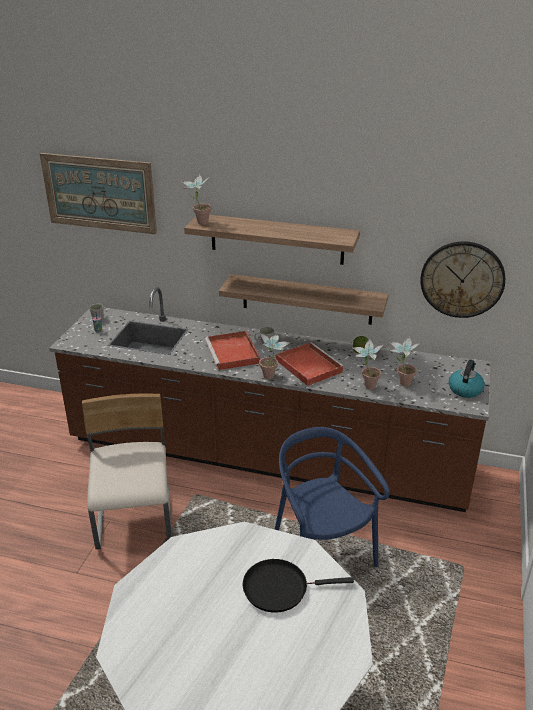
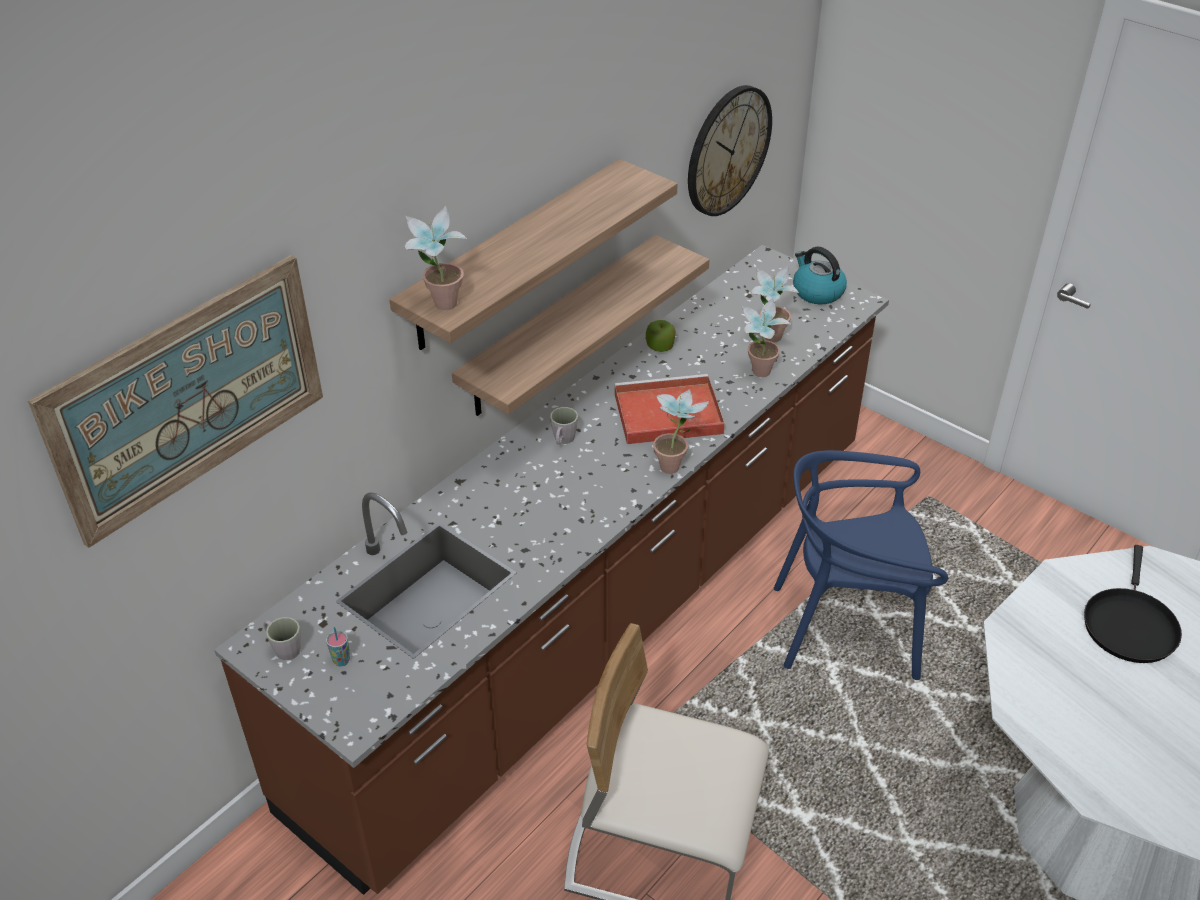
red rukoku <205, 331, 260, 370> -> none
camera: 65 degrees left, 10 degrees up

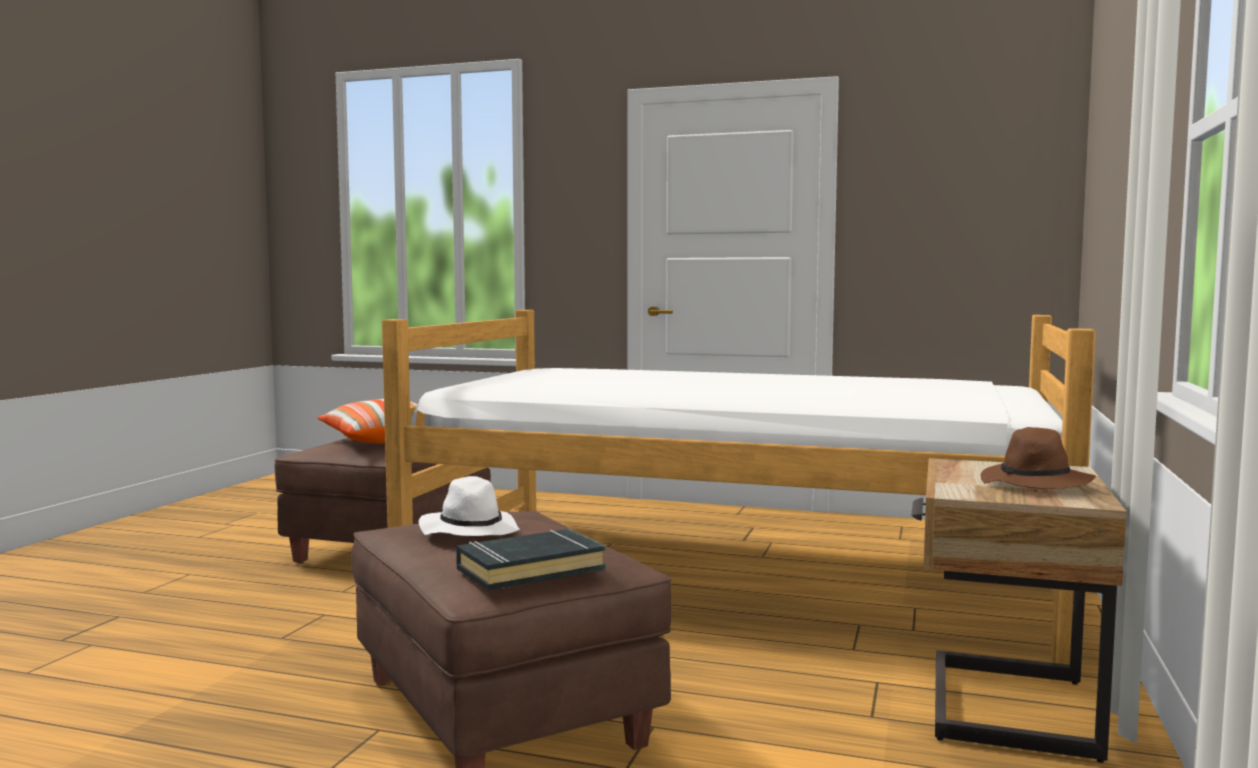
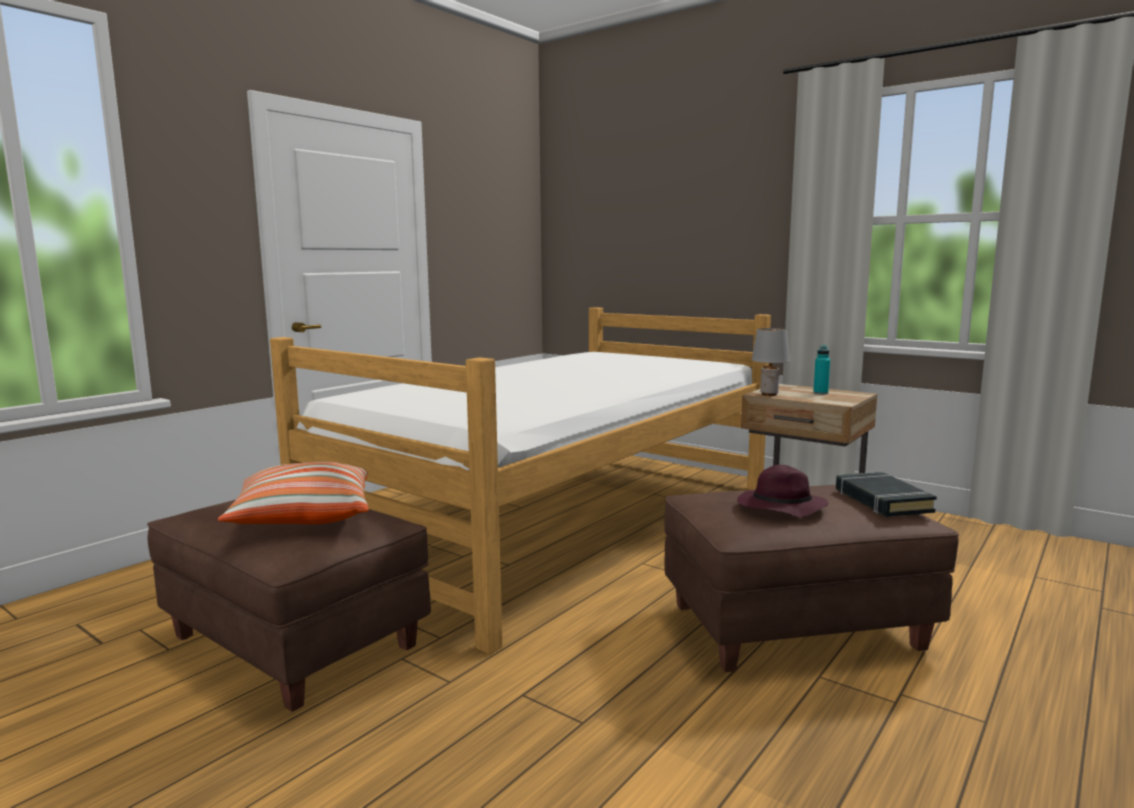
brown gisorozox <980, 427, 1096, 489> -> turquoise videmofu <813, 345, 830, 394>
white gisorozox <419, 476, 520, 536> -> purple gisorozox <737, 465, 828, 517>
none -> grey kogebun <752, 328, 790, 396>
camera: 70 degrees left, 5 degrees up

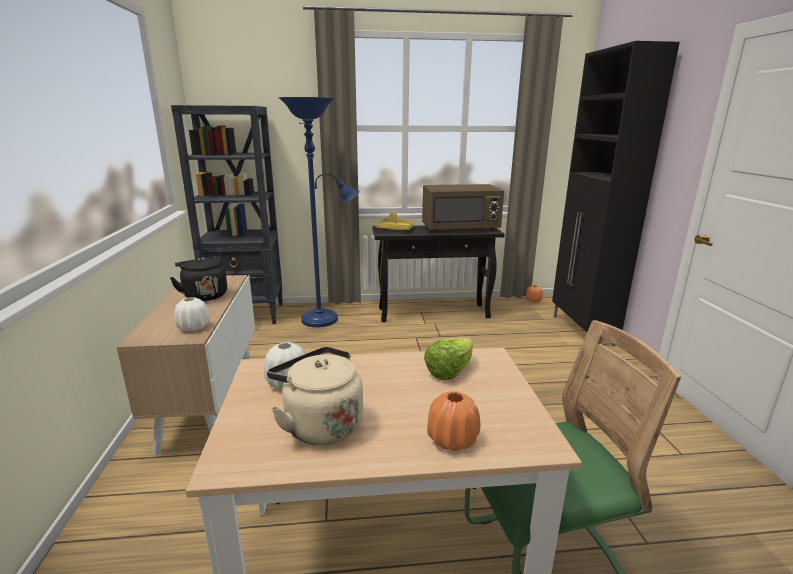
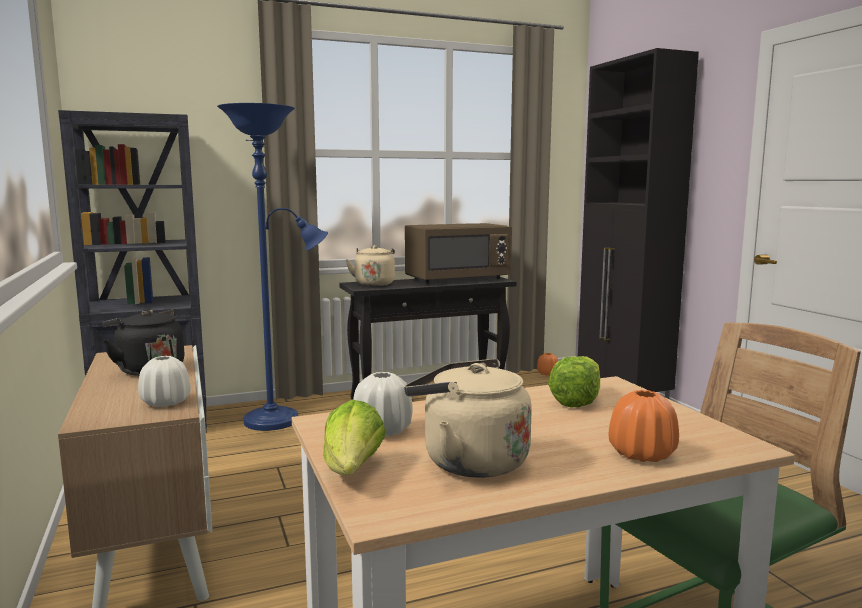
yellow rukoku <377, 213, 414, 230> -> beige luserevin <345, 245, 395, 286>
none -> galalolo <323, 400, 386, 475>
camera: 15 degrees left, 10 degrees down

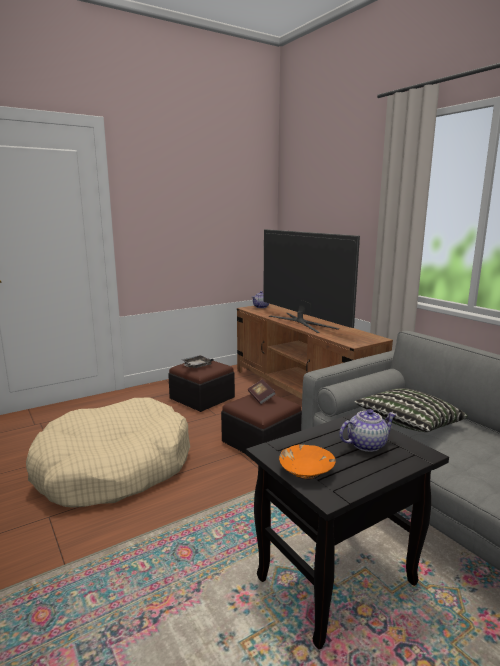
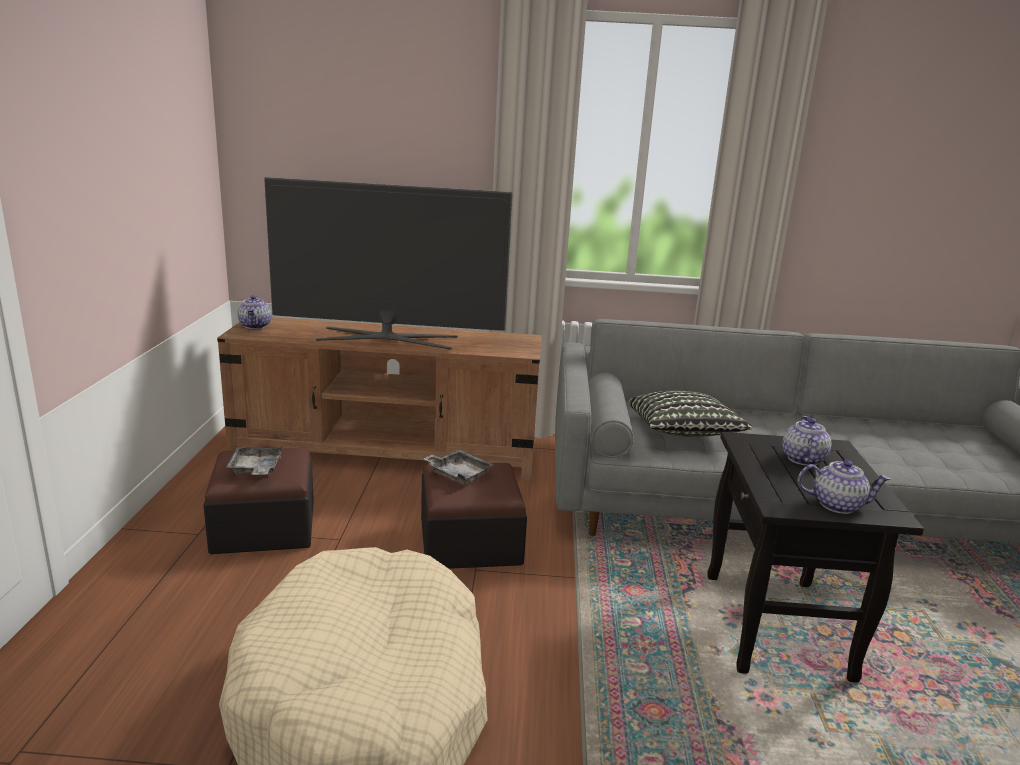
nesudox <248, 379, 276, 404> -> grey rukoku <423, 449, 493, 485>
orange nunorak <279, 444, 336, 479> -> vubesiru <798, 460, 891, 514>
camera: 55 degrees left, 5 degrees up

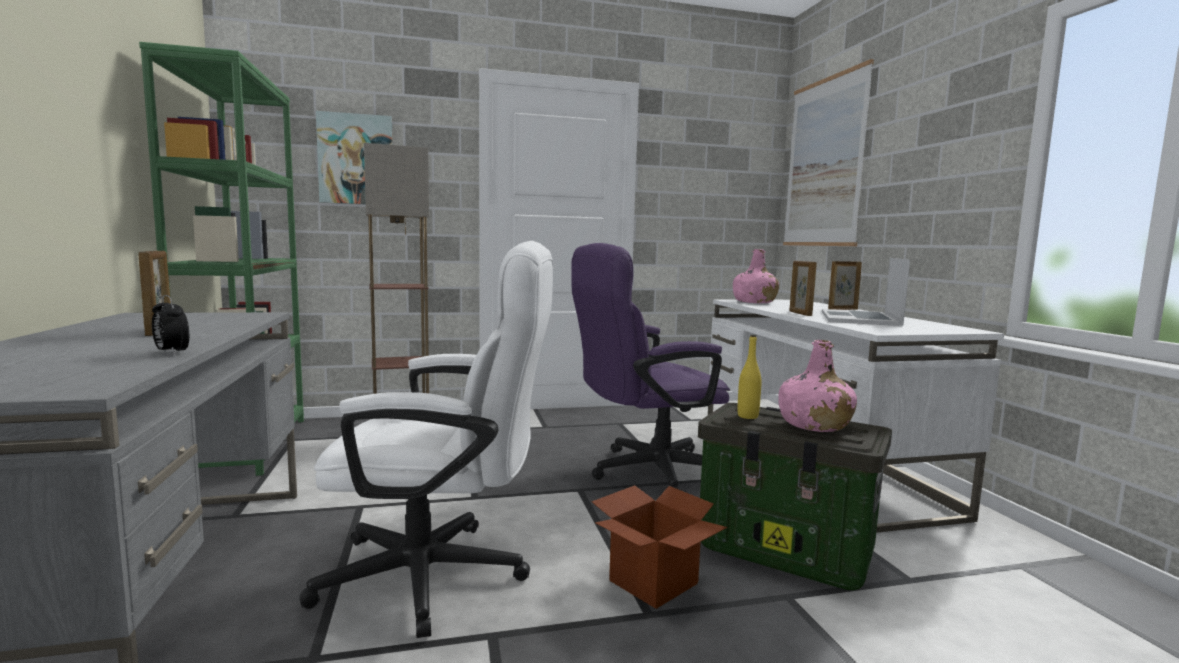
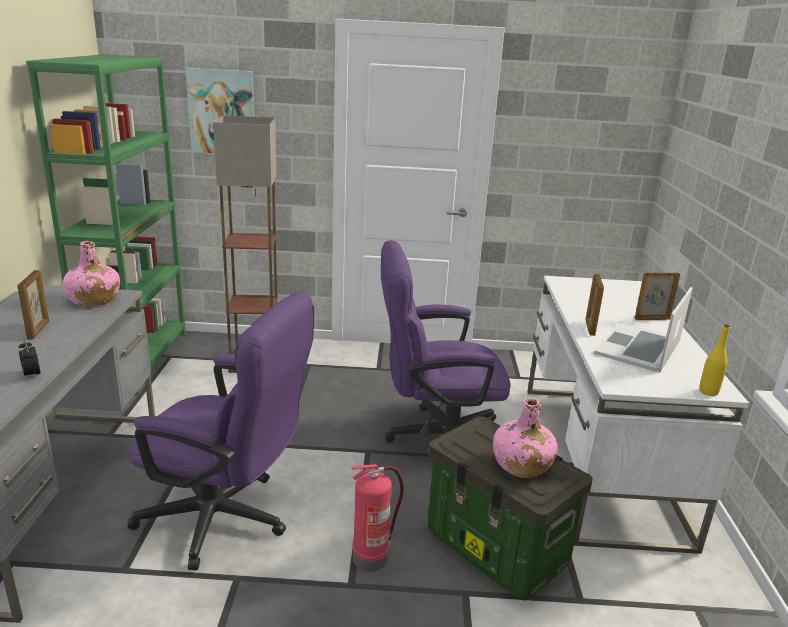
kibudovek <783, 59, 874, 246> -> none
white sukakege <299, 241, 553, 638> -> purple sukakege <128, 292, 314, 570>
pink videmofu <733, 249, 779, 303> -> pink videmofu <63, 241, 120, 307>, relocated
yellow videmofu <738, 335, 761, 419> -> yellow videmofu <699, 324, 730, 396>, relocated
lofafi <592, 485, 727, 609> -> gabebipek <351, 464, 403, 572>
camera: 15 degrees right, 15 degrees up

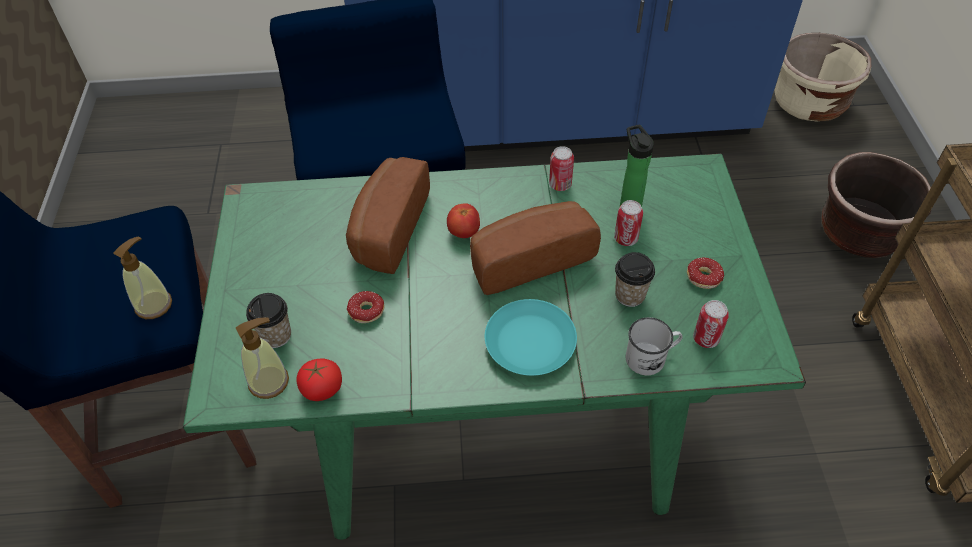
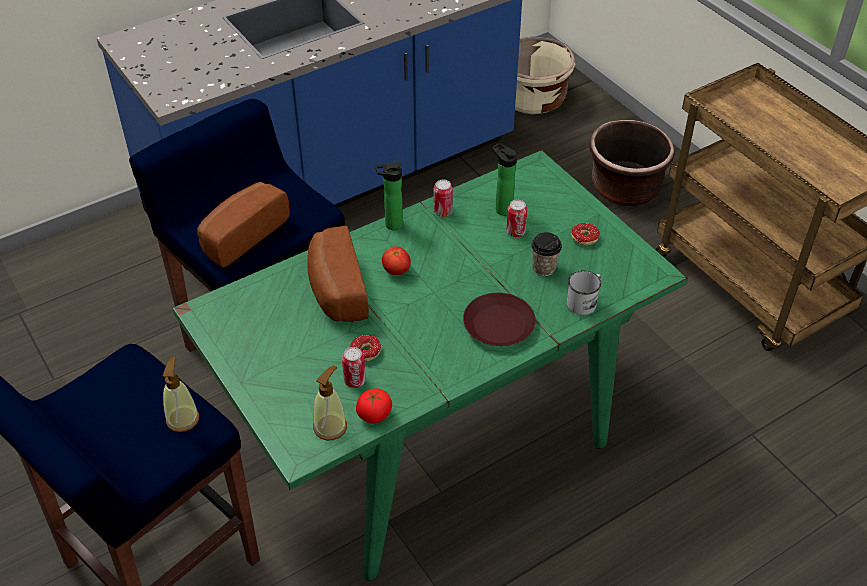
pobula <470, 201, 601, 295> -> pobula <197, 182, 290, 268>, relocated
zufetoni <246, 293, 291, 348> -> none
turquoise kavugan <485, 299, 577, 376> -> brown kavugan <463, 293, 536, 346>
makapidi <693, 300, 729, 348> -> makapidi <342, 347, 366, 388>, relocated
none -> videmofu <375, 162, 403, 230>
camera: 30 degrees left, 5 degrees down

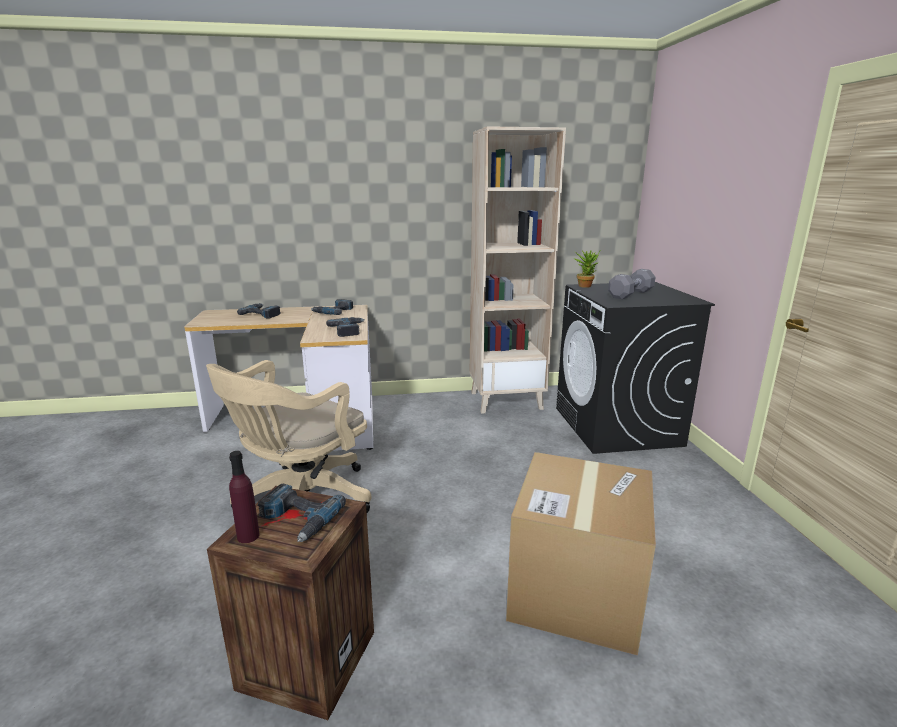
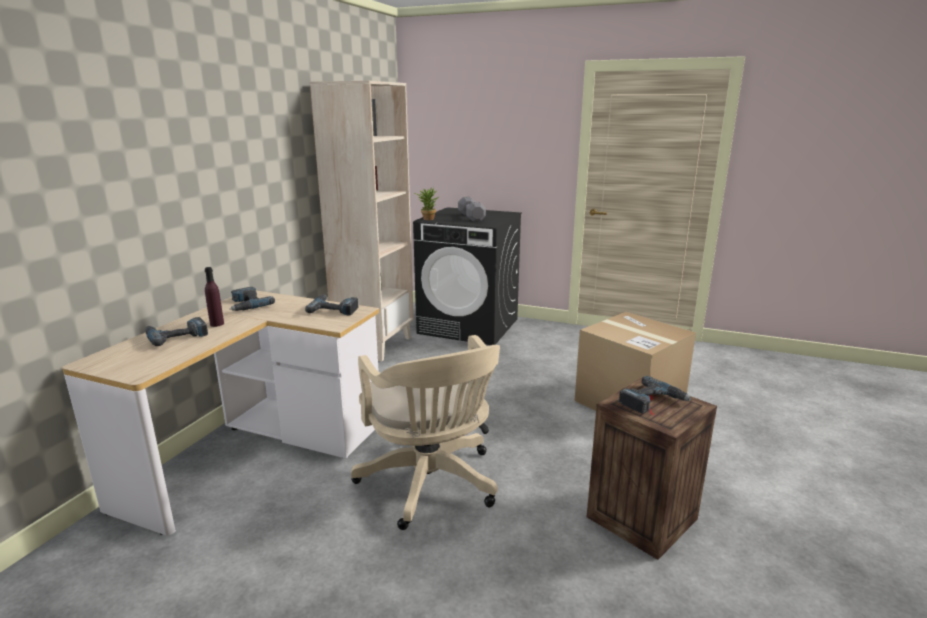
purple videmofu <229, 451, 259, 543> -> purple videmofu <205, 267, 224, 327>, relocated
camera: 60 degrees left, 0 degrees up

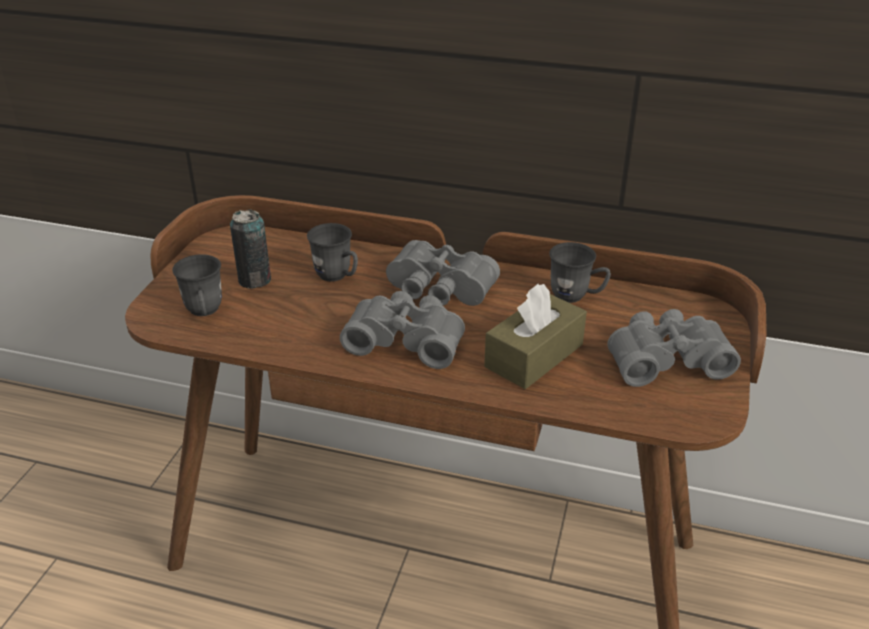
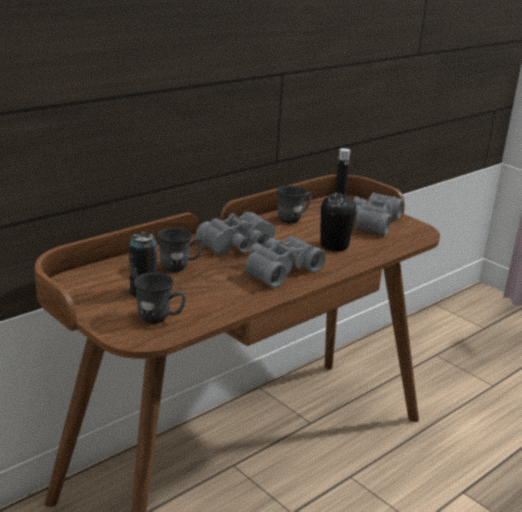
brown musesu <484, 284, 587, 389> -> black videmofu <320, 148, 356, 252>
camera: 60 degrees left, 10 degrees down

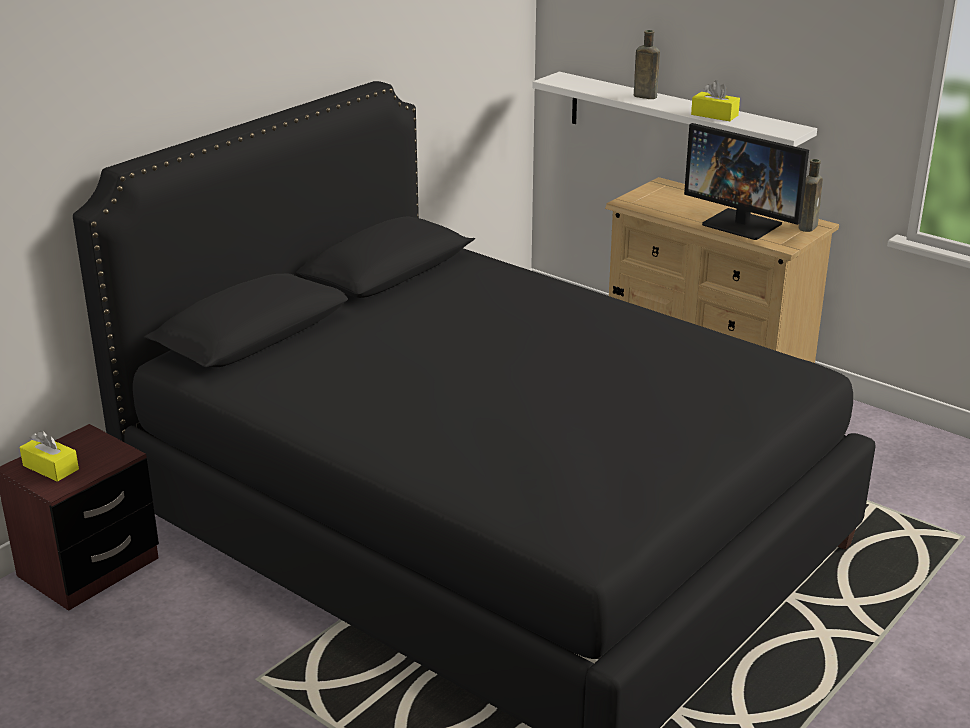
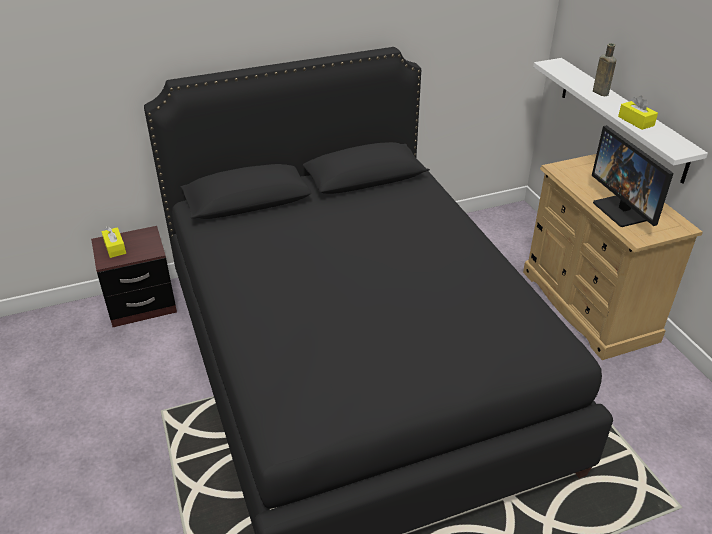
brown videmofu <799, 159, 823, 232> -> none
camera: 30 degrees right, 10 degrees up

